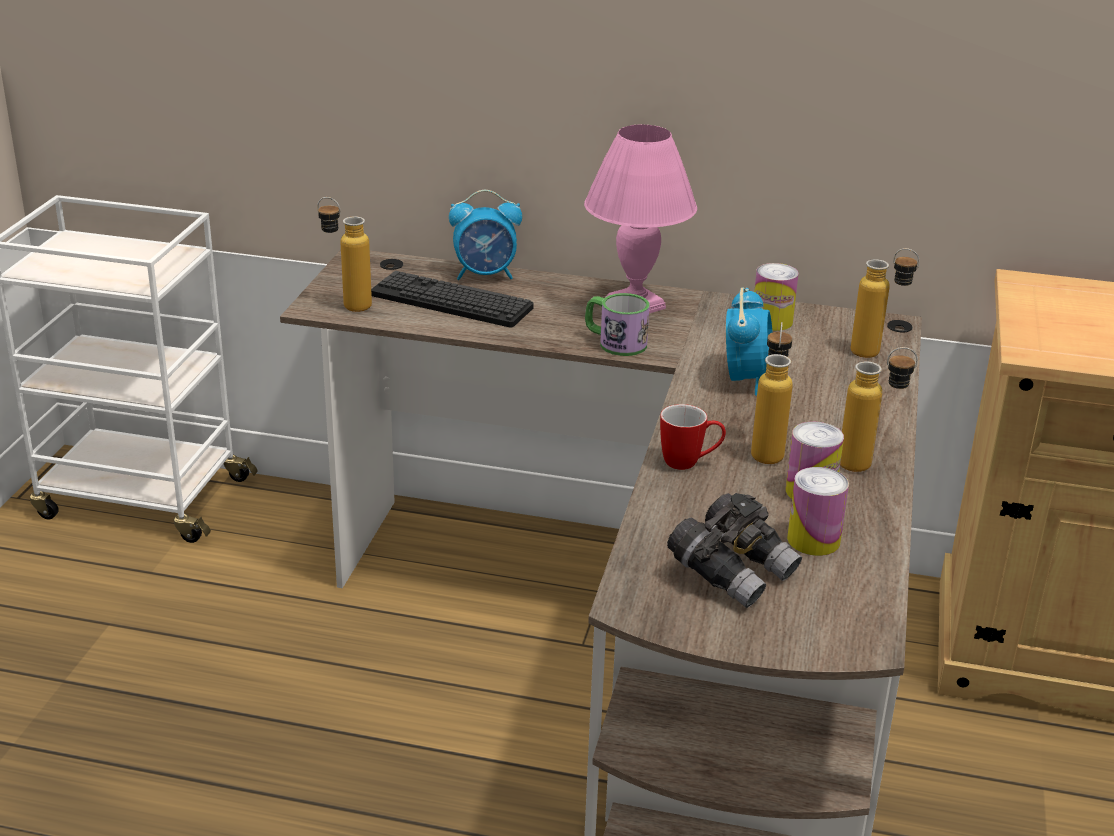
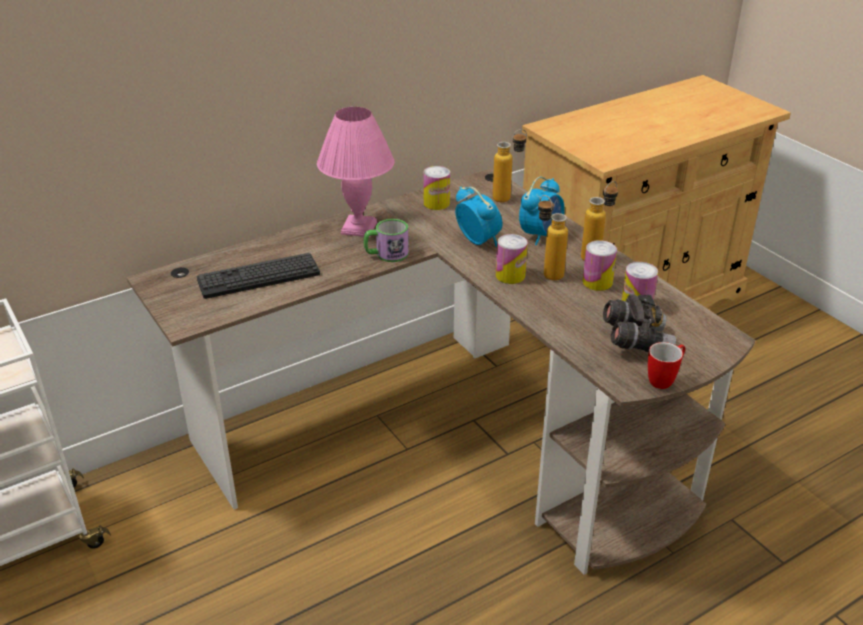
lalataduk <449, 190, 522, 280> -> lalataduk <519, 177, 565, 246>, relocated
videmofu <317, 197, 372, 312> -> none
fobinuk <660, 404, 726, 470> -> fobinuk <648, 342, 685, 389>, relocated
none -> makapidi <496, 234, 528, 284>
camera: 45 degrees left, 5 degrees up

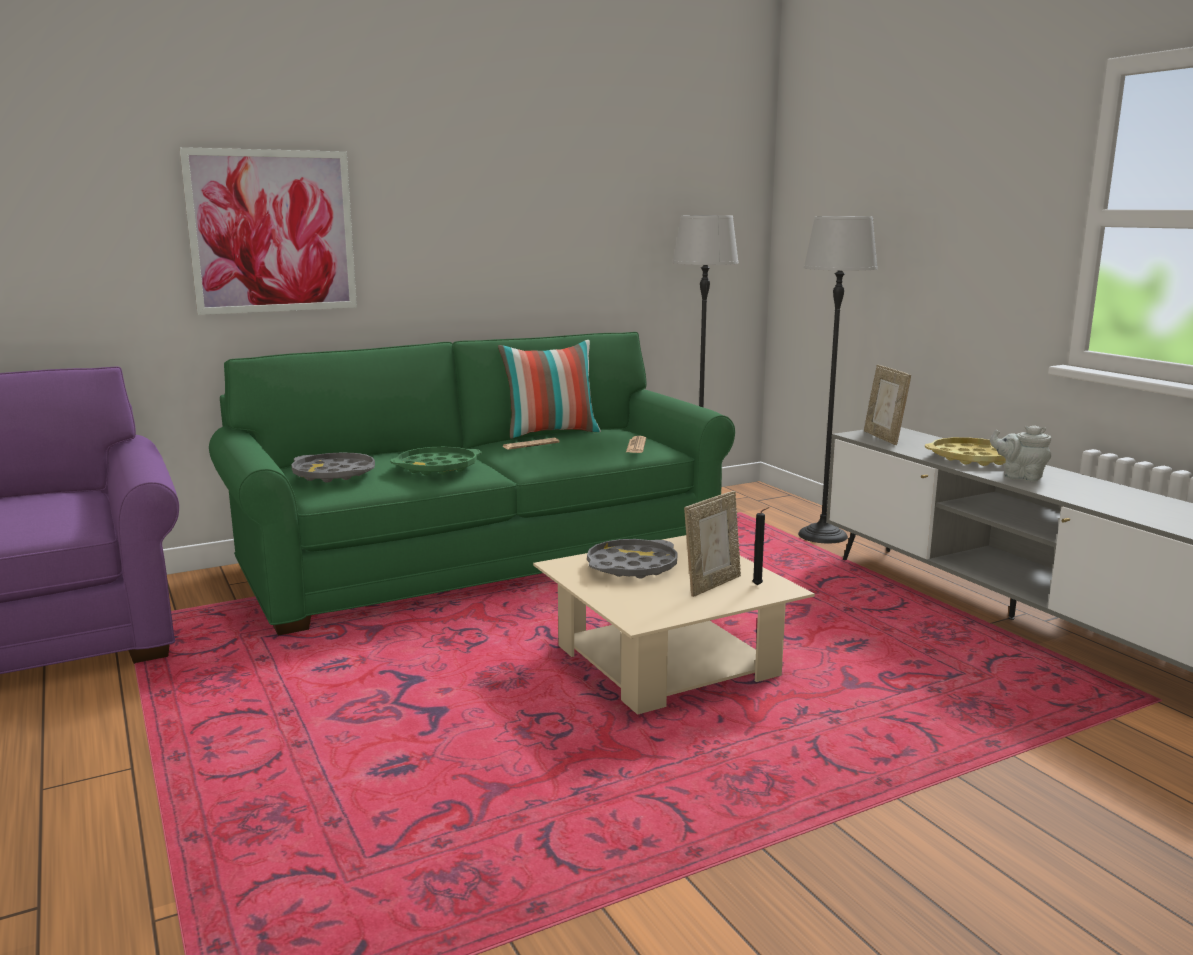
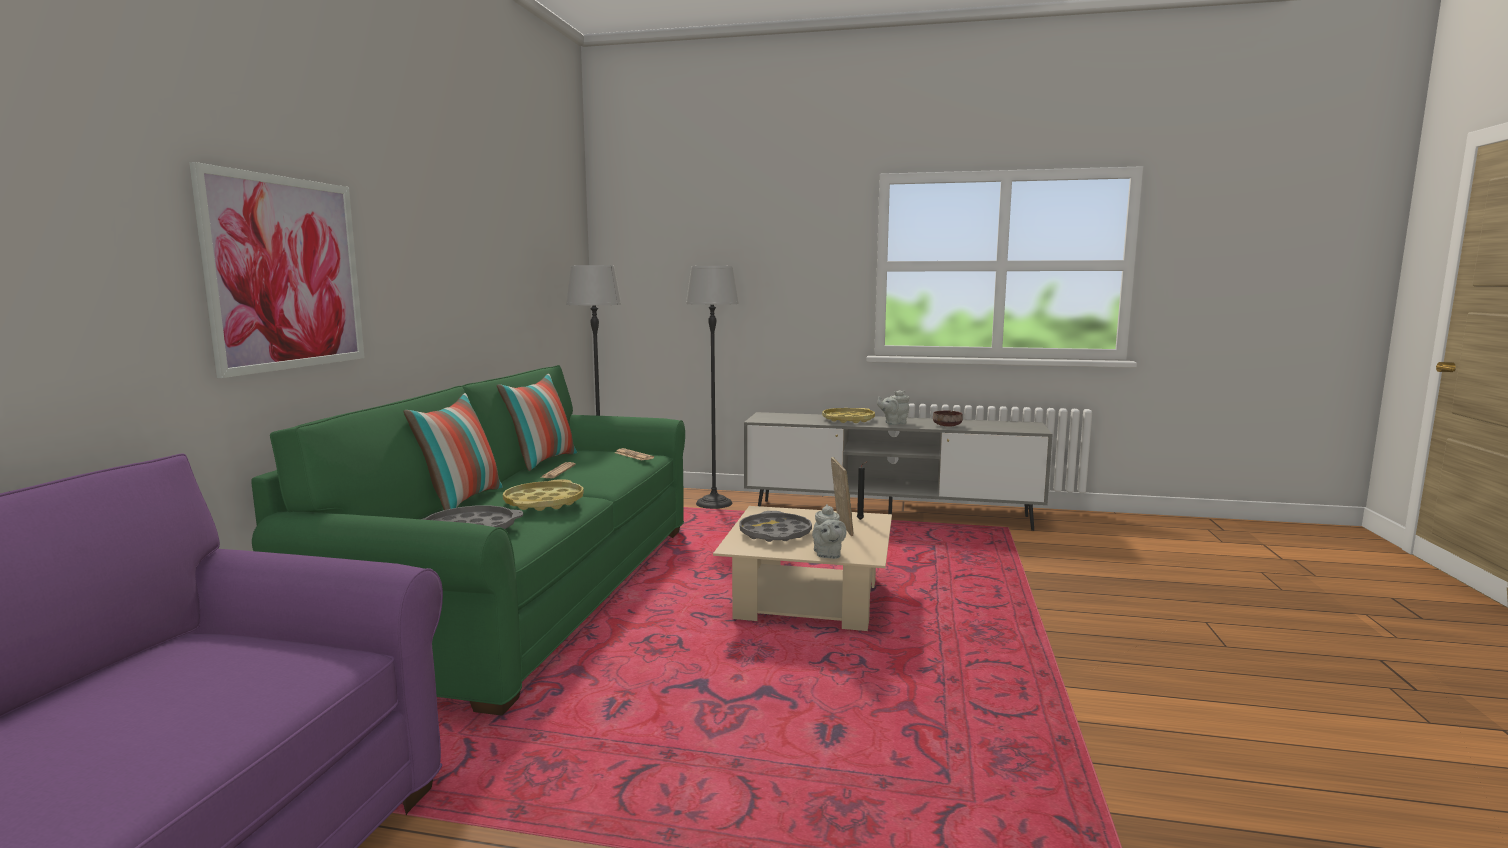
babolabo <864, 365, 911, 445> -> none
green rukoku <390, 447, 482, 475> -> yellow rukoku <503, 479, 584, 511>
none -> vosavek <404, 393, 503, 510>
none -> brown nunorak <933, 411, 963, 427>
none -> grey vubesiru <812, 504, 847, 559>
camera: 50 degrees left, 5 degrees down

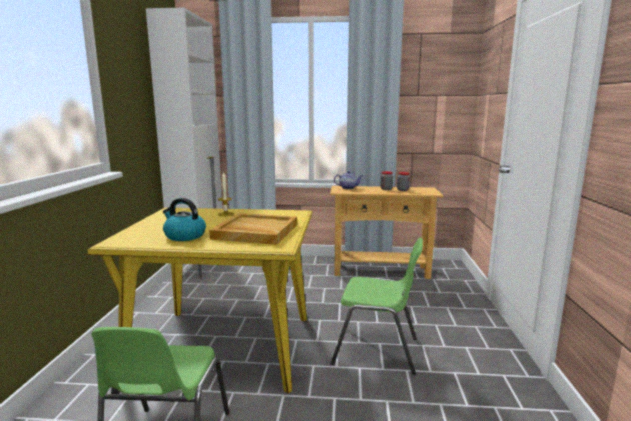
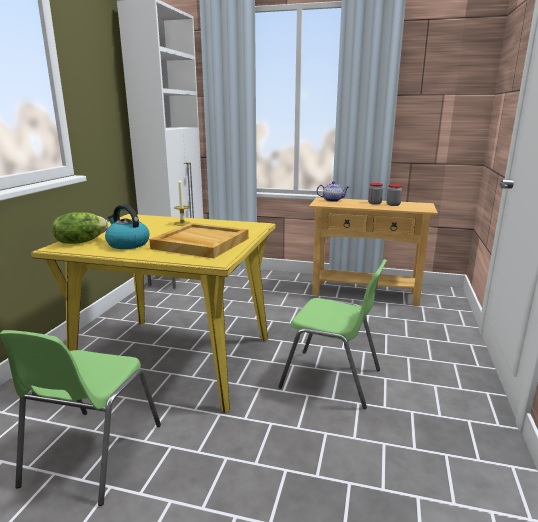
none -> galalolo <52, 212, 108, 244>
camera: 10 degrees right, 5 degrees up

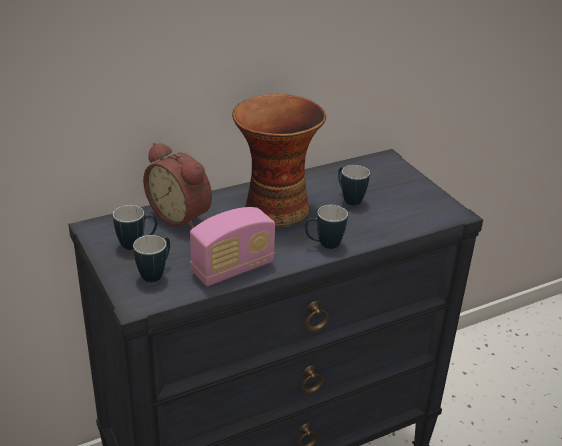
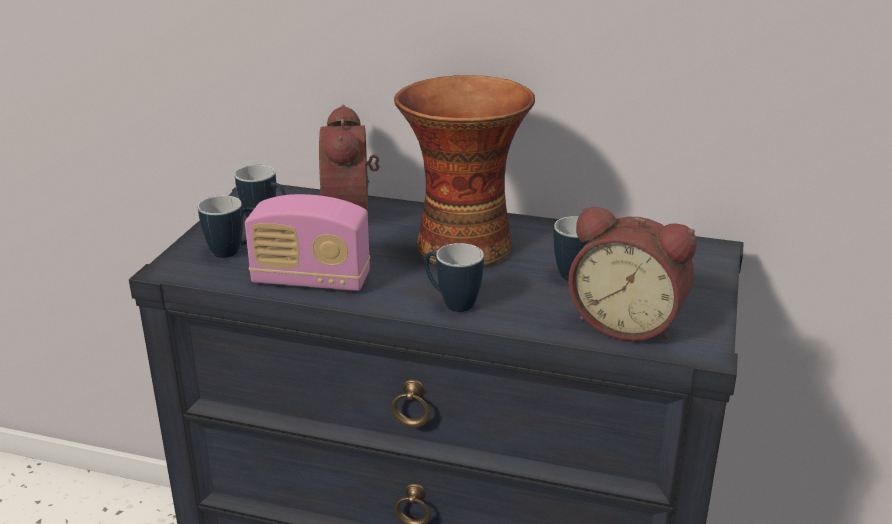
none -> lalataduk <568, 206, 697, 342>
camera: 45 degrees right, 5 degrees down

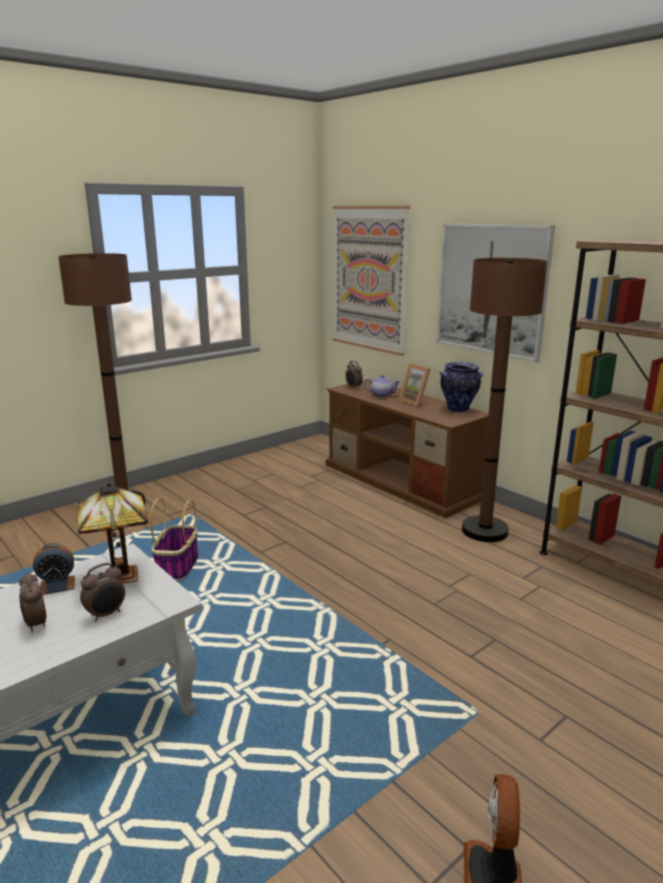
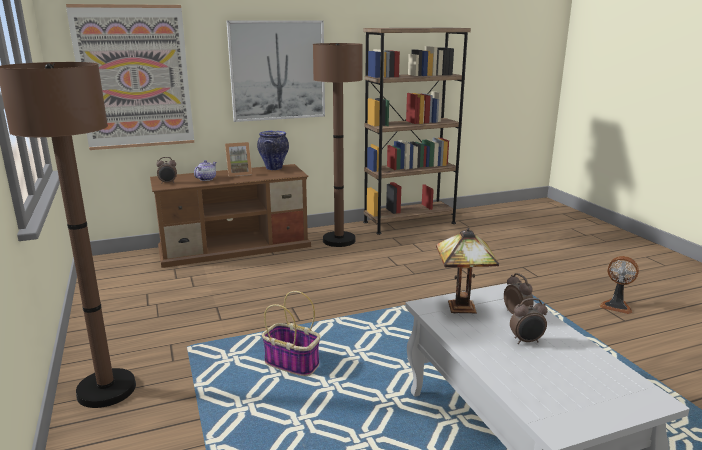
lalataduk <33, 543, 75, 595> -> none
camera: 70 degrees left, 0 degrees up

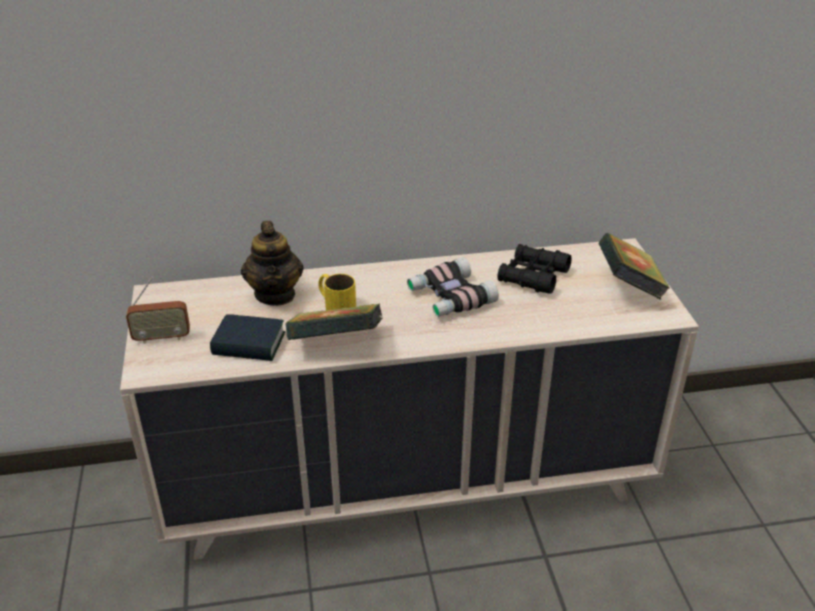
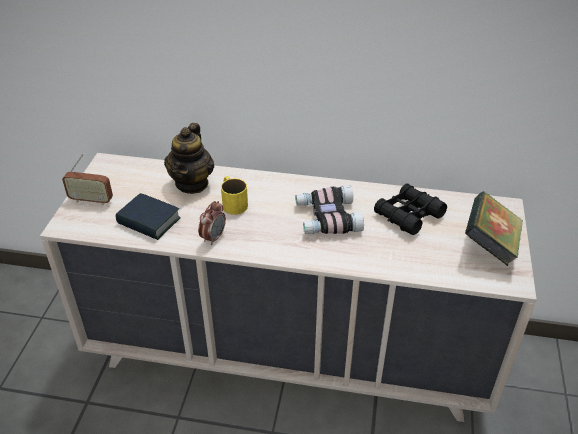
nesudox <285, 303, 383, 340> -> lalataduk <198, 201, 226, 245>
camera: 20 degrees right, 5 degrees up

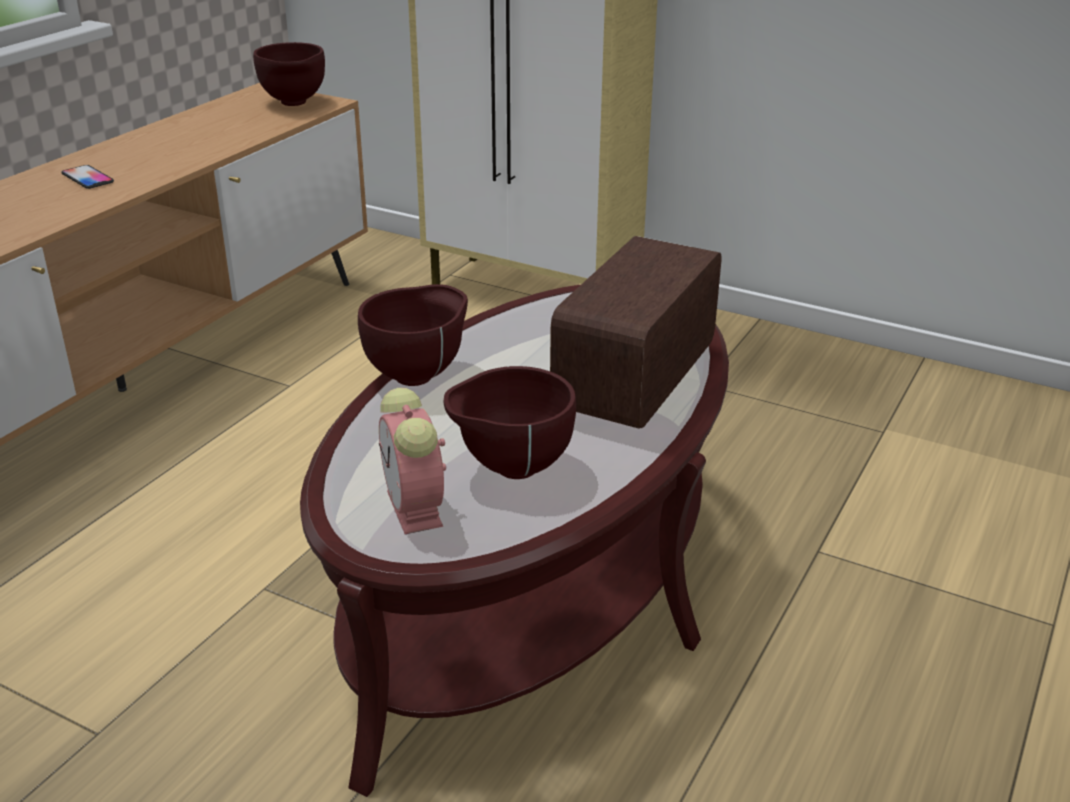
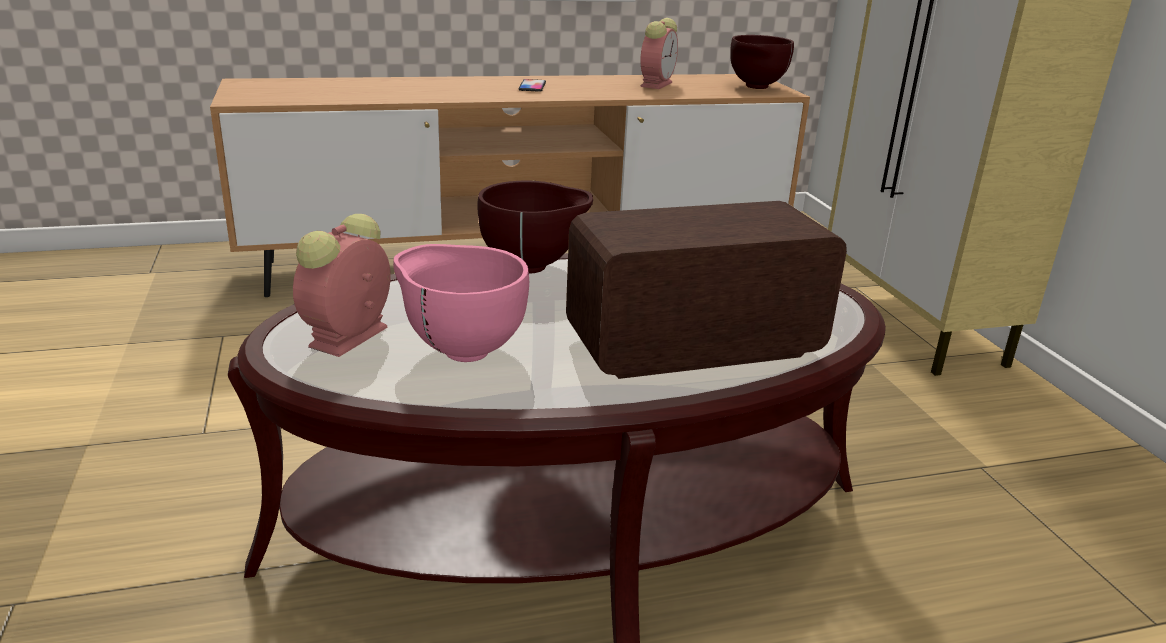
brown nunorak <444, 366, 576, 479> -> pink nunorak <393, 244, 529, 362>
none -> lalataduk <640, 18, 678, 89>
camera: 45 degrees right, 5 degrees down

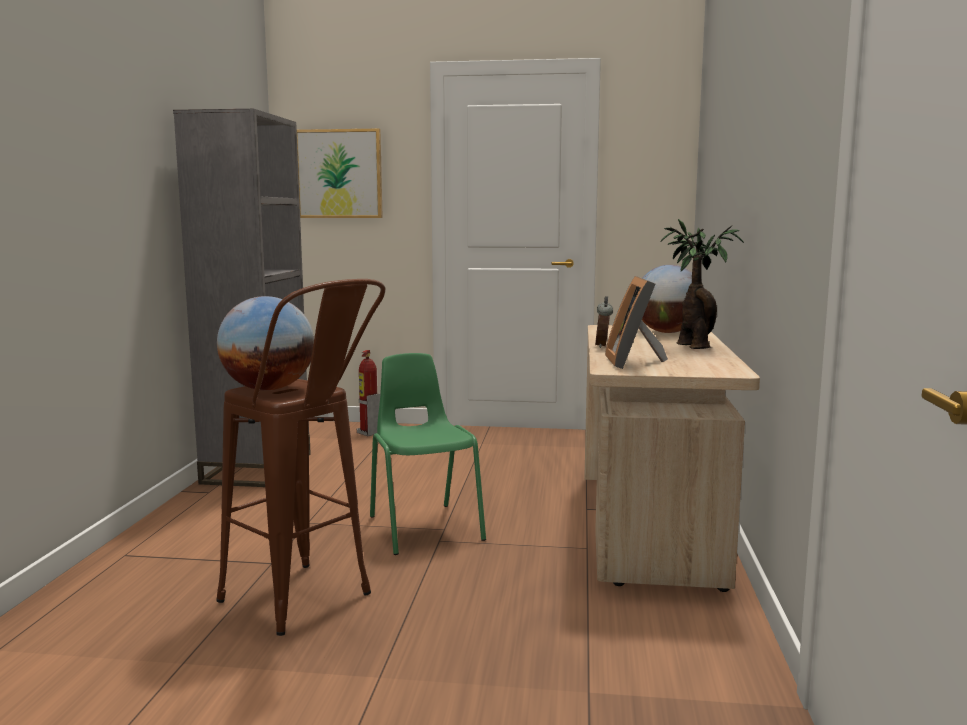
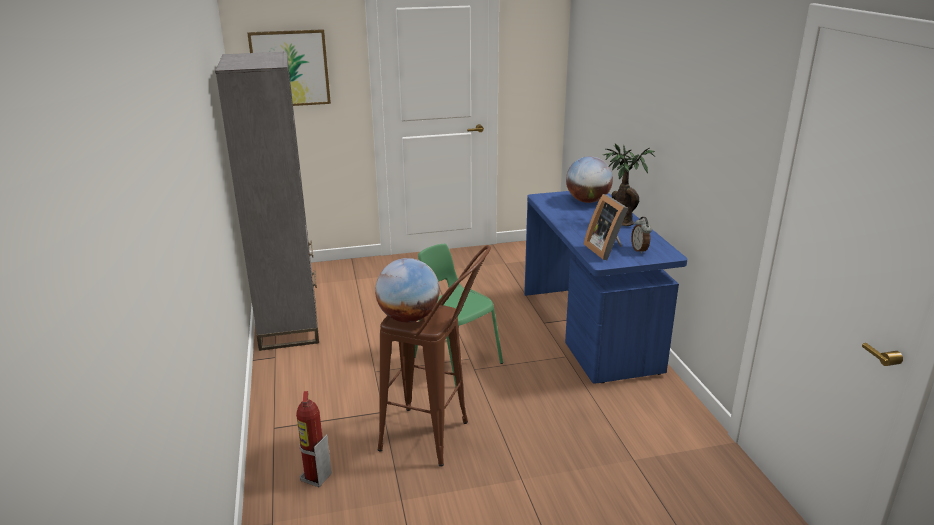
lalataduk <595, 296, 613, 348> -> lalataduk <631, 217, 652, 254>, relocated
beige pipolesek <584, 325, 760, 592> -> blue pipolesek <524, 191, 687, 384>
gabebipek <356, 350, 380, 436> -> gabebipek <296, 391, 332, 487>, relocated
camera: 20 degrees left, 15 degrees up

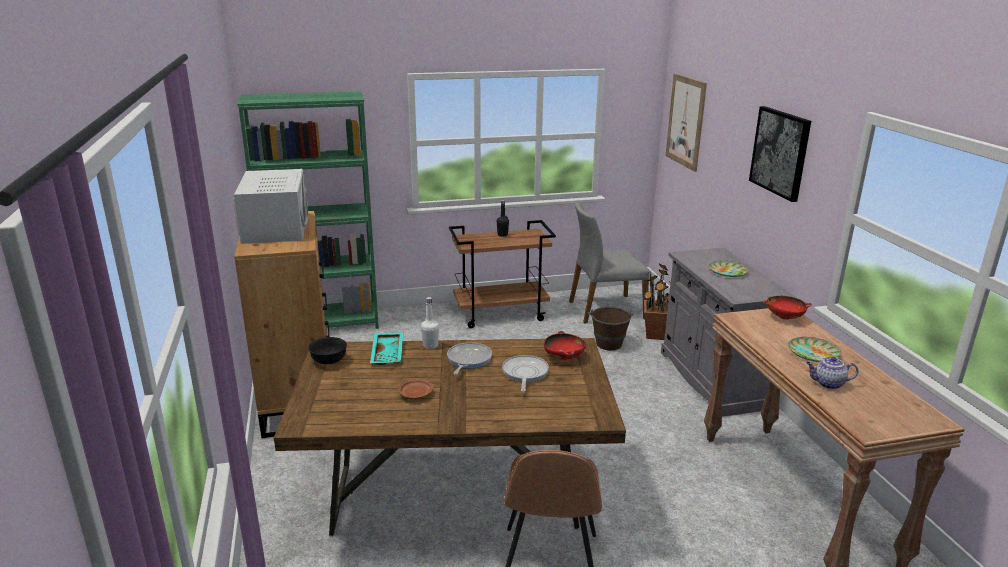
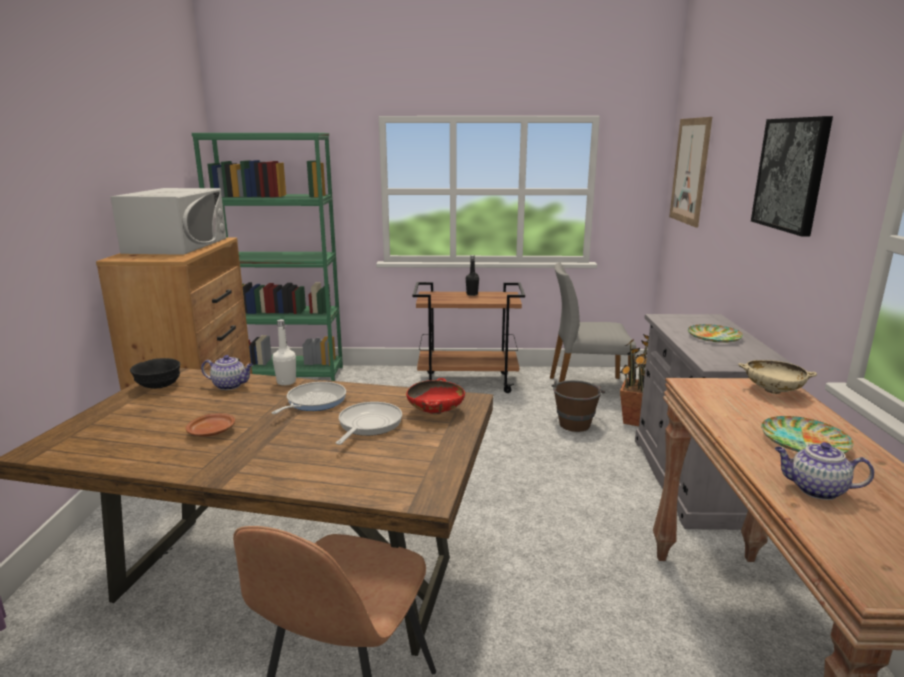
red nunorak <762, 296, 812, 320> -> beige nunorak <738, 360, 817, 394>
turquoise rukoku <370, 332, 403, 365> -> vubesiru <201, 355, 254, 390>
camera: 15 degrees right, 5 degrees down

